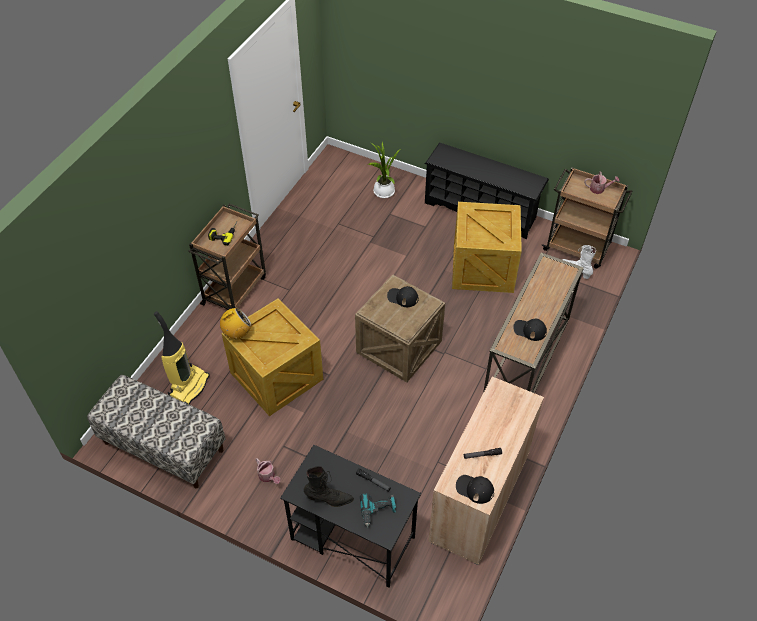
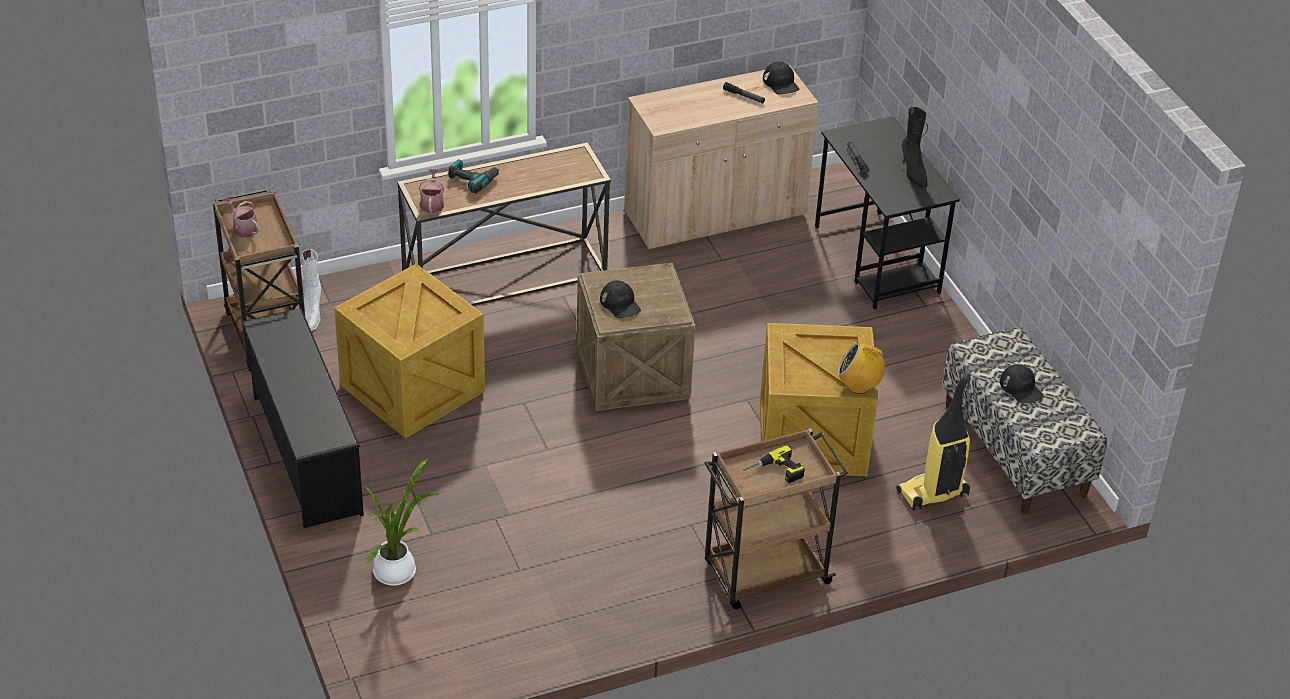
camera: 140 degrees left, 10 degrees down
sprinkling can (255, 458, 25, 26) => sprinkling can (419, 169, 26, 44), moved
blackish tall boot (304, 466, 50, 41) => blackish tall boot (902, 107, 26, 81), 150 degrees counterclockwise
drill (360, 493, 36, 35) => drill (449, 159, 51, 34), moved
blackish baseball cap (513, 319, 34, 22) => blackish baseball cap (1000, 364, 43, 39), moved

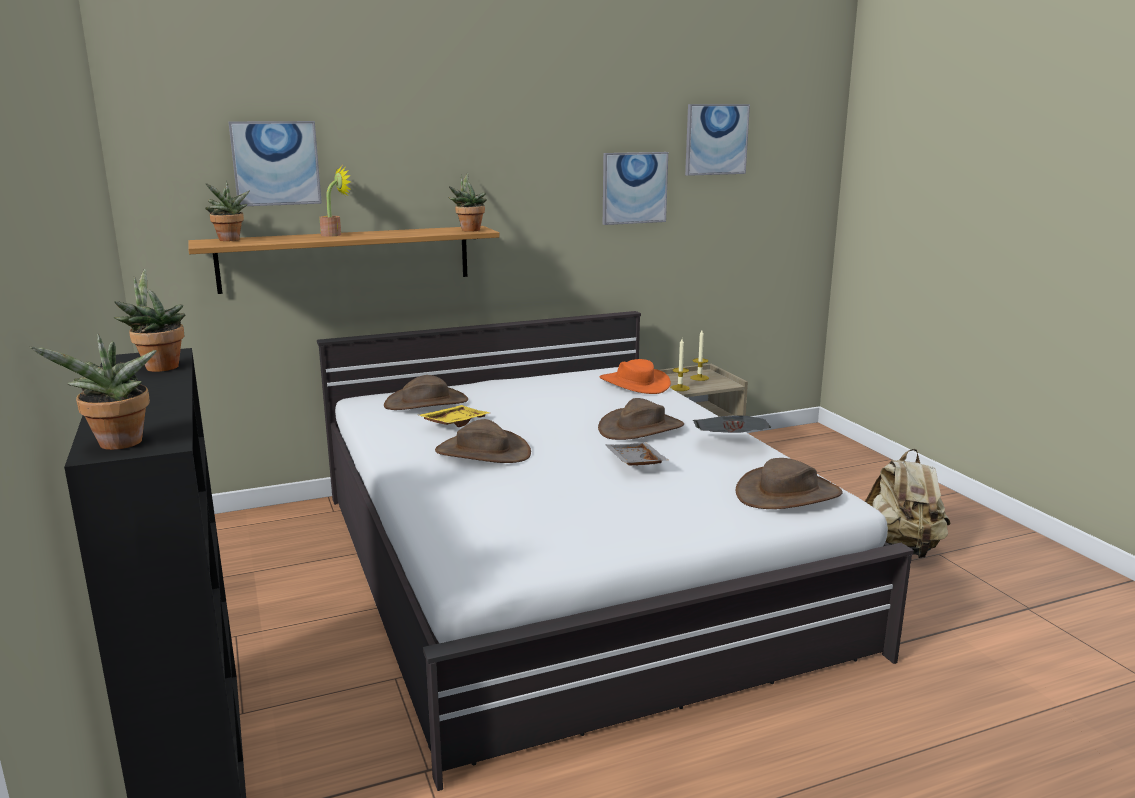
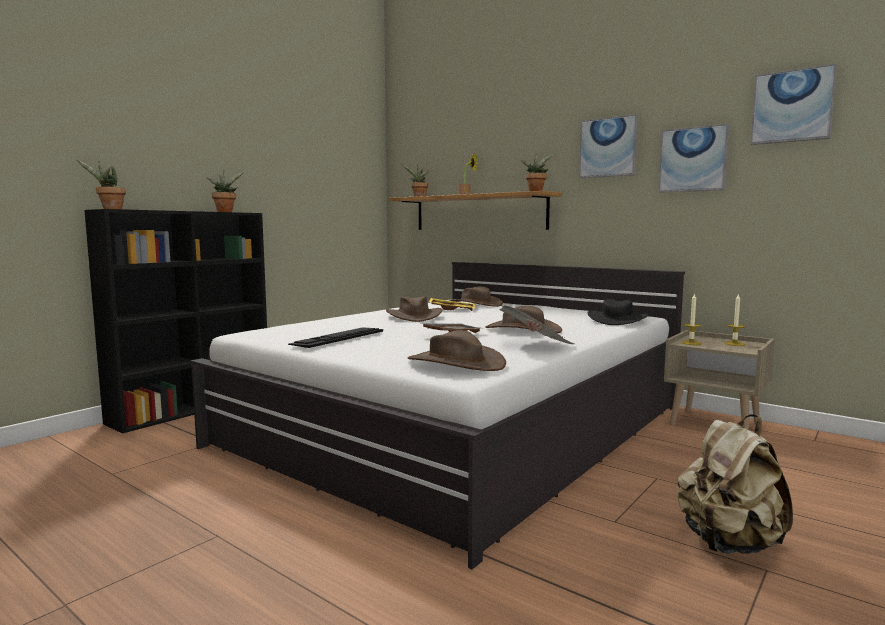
camera: 60 degrees right, 10 degrees down
wall picture (228, 121, 94, 85) => wall picture (579, 114, 59, 64), moved
orange clothing hat (600, 359, 71, 35) => blackish clothing hat (588, 299, 61, 26)
nothing => keyboard (288, 327, 95, 21)

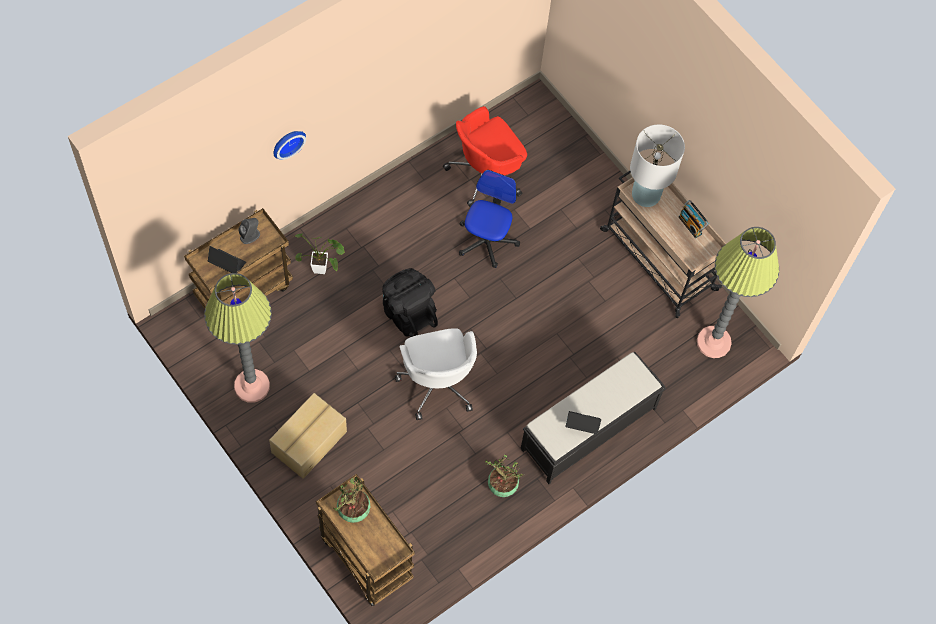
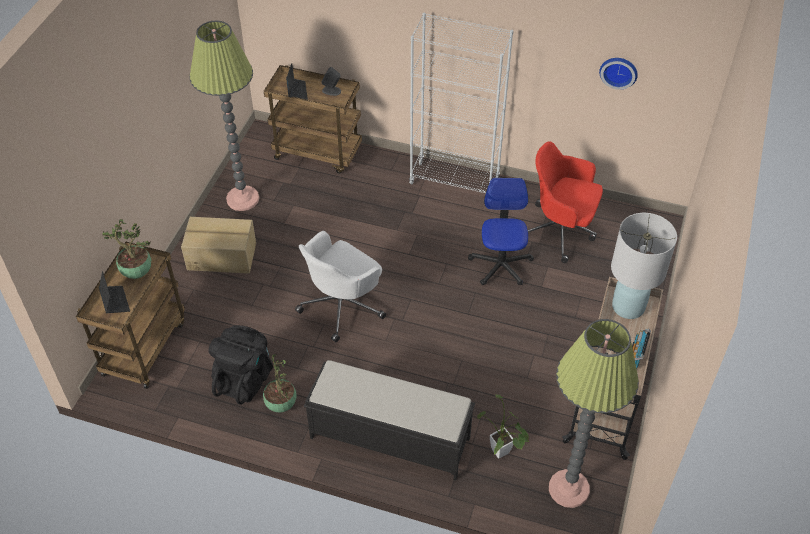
camera: 60 degrees right, 15 degrees down
clock on the wall (273, 131, 33, 29) => clock on the wall (599, 58, 39, 32), moved
houseplant (295, 234, 50, 40) => houseplant (477, 394, 52, 65), moved
blackish knapsack (382, 268, 56, 69) => blackish knapsack (208, 325, 65, 79), moved
desk chair (459, 170, 61, 98) => desk chair (468, 178, 66, 107), 75 degrees counterclockwise
laptop (565, 411, 36, 23) => laptop (99, 271, 31, 42), moved
nothing => white-coloured shelving unit (409, 13, 104, 180)

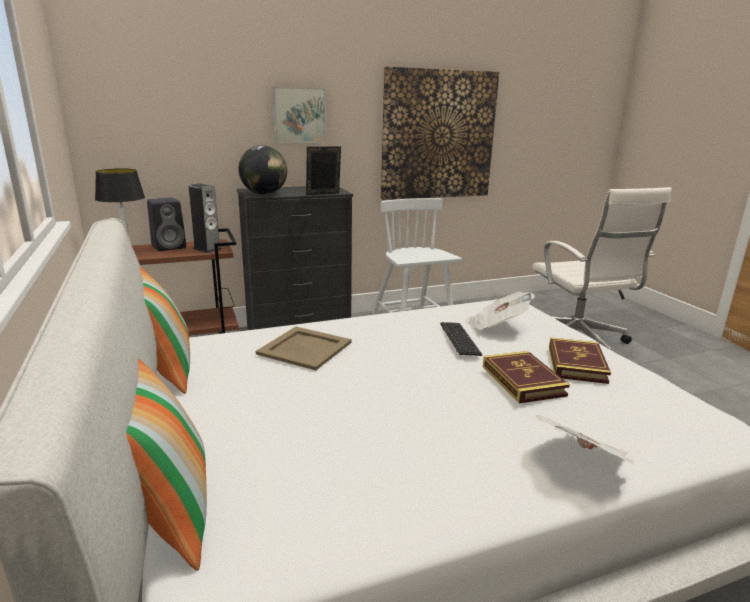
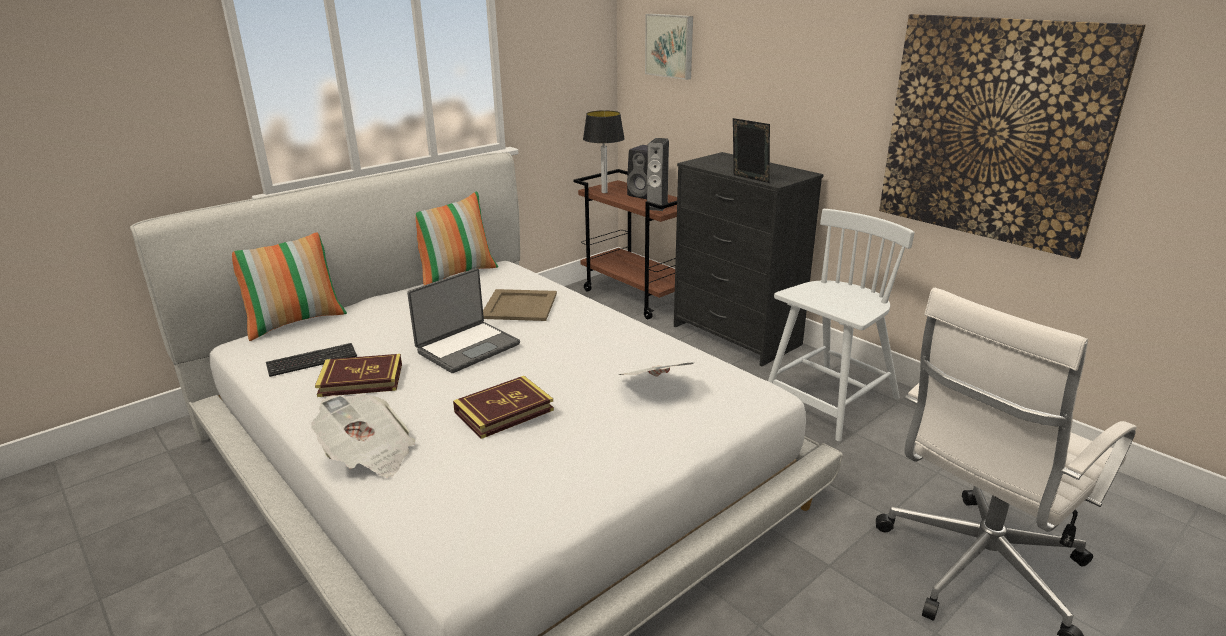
camera: 70 degrees right, 5 degrees up
globe (239, 145, 48, 50) => nothing
wall picture (272, 87, 54, 56) => wall picture (645, 14, 48, 66), moved
keyboard (440, 322, 42, 34) => keyboard (266, 343, 91, 34), moved
book (549, 337, 62, 47) => book (315, 354, 87, 43), moved
nothing => laptop (407, 268, 113, 105)

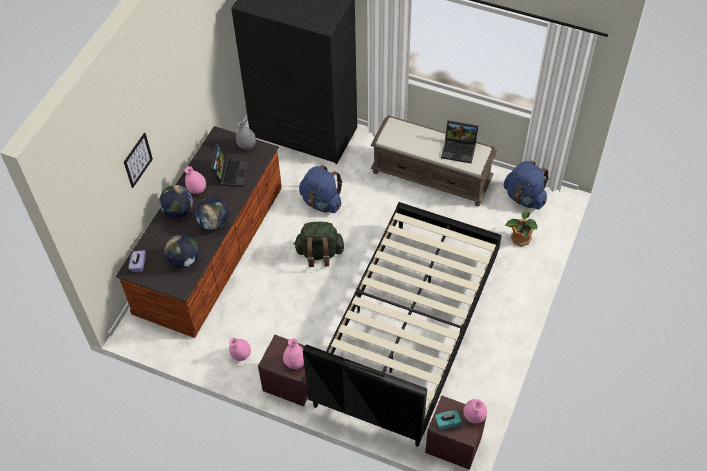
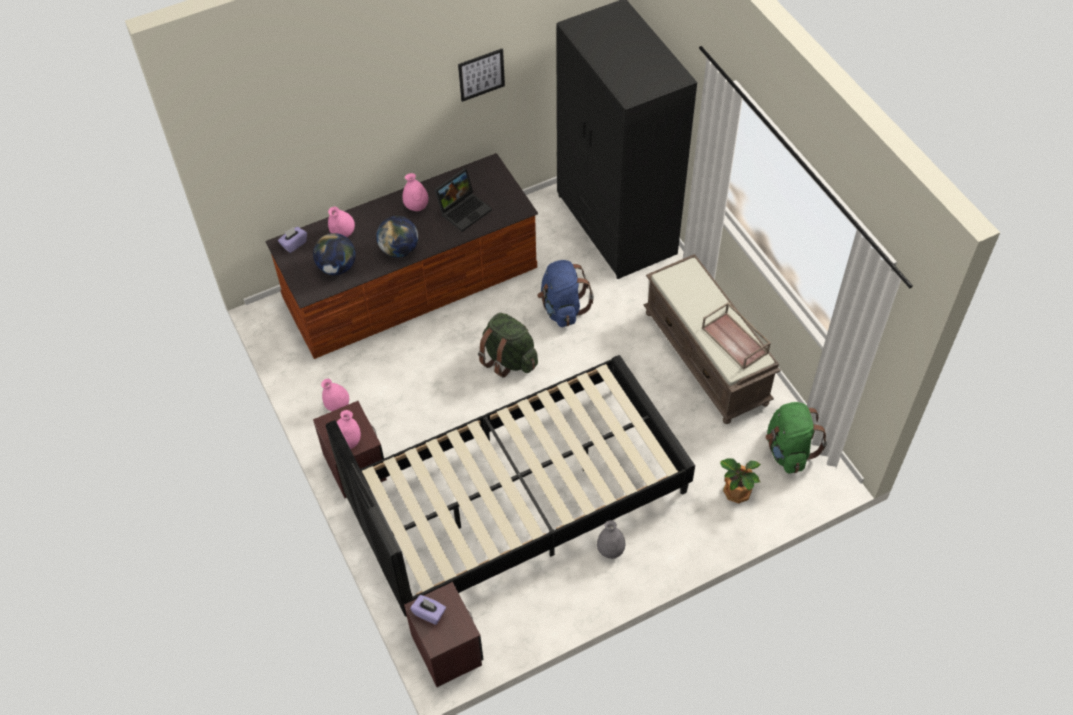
camera: 40 degrees right, 0 degrees up
wall picture (124, 133, 29, 55) => wall picture (458, 49, 47, 53), moved
globe (159, 185, 34, 33) => nothing
grey decorative vase (236, 121, 20, 28) => grey decorative vase (597, 520, 29, 39), moved
turquoise box of tissues (435, 410, 26, 20) => purple-coloured box of tissues (410, 595, 36, 30)
laptop (441, 120, 37, 43) => brown tray (702, 302, 69, 67)
pinkish decorative vase (463, 399, 24, 25) => pinkish decorative vase (328, 207, 27, 30), moved
blue knapsack (504, 161, 45, 49) => greenish knapsack (765, 402, 62, 72)

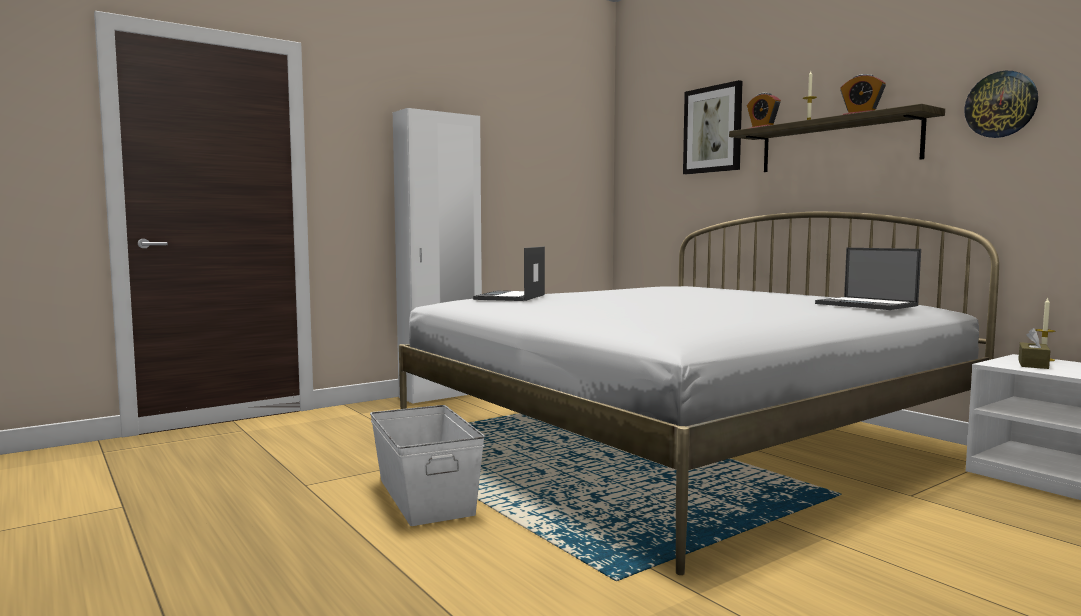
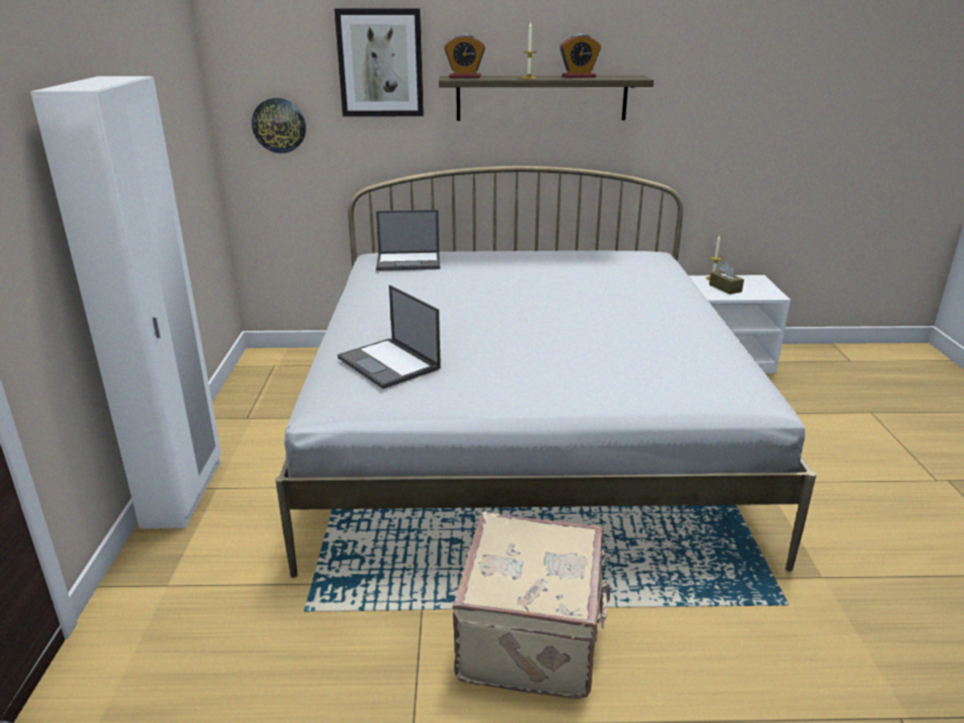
camera: 55 degrees left, 20 degrees up
white-coloured storage box (370, 405, 115, 121) => sand-coloured piece of luggage (452, 512, 158, 187)
laptop (815, 248, 106, 62) => laptop (376, 210, 64, 61), moved
clock on the wall (964, 71, 74, 67) => clock on the wall (252, 98, 54, 55), moved

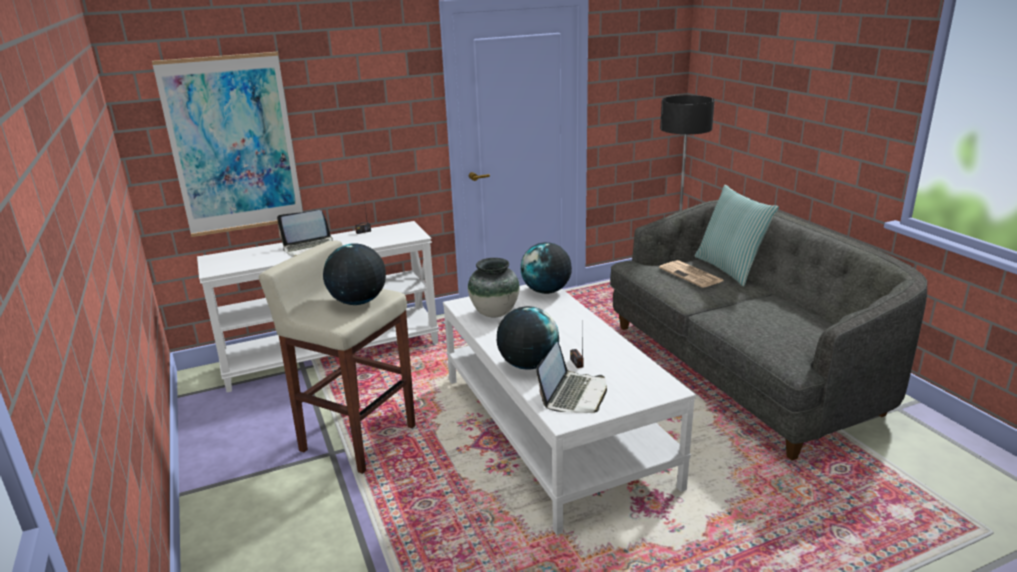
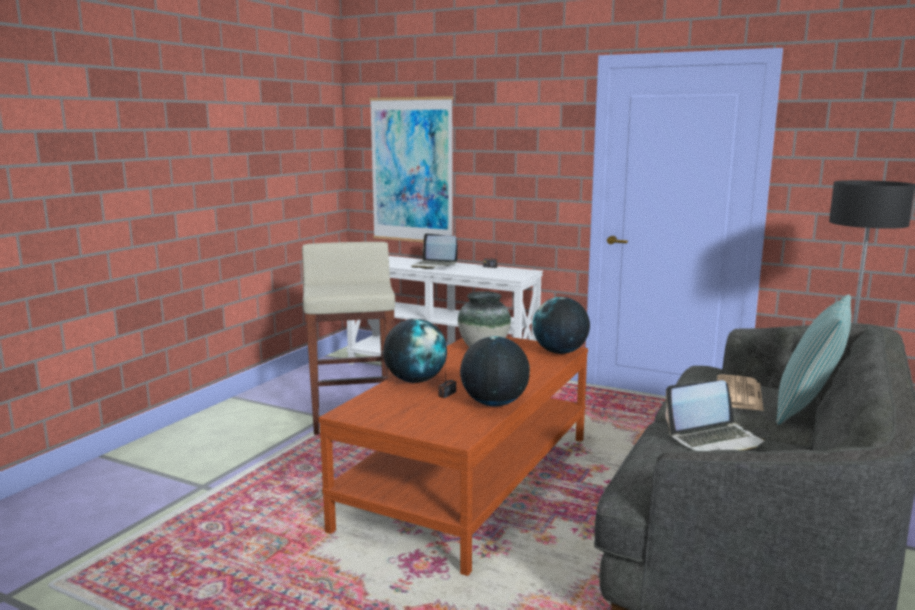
camera: 50 degrees right, 10 degrees down
globe (323, 243, 63, 62) => globe (460, 336, 70, 70), moved
white-coloured low table (443, 284, 253, 251) => brown low table (319, 337, 269, 239)
laptop (536, 342, 71, 71) => laptop (665, 380, 101, 71), moved

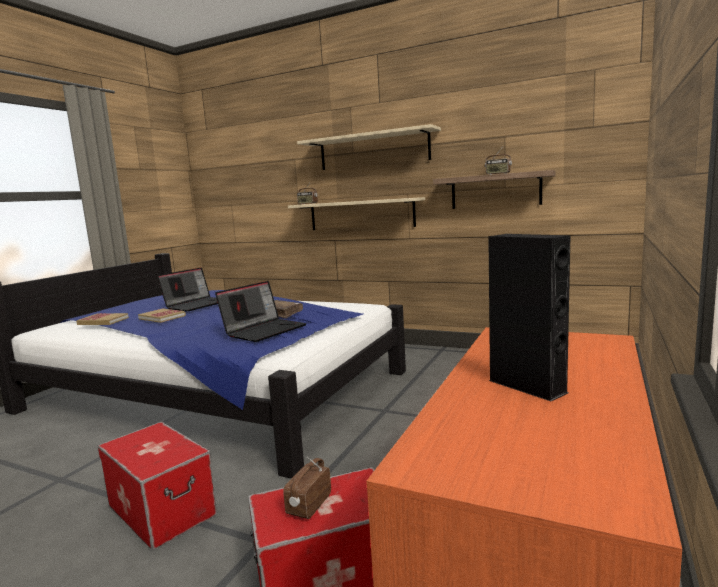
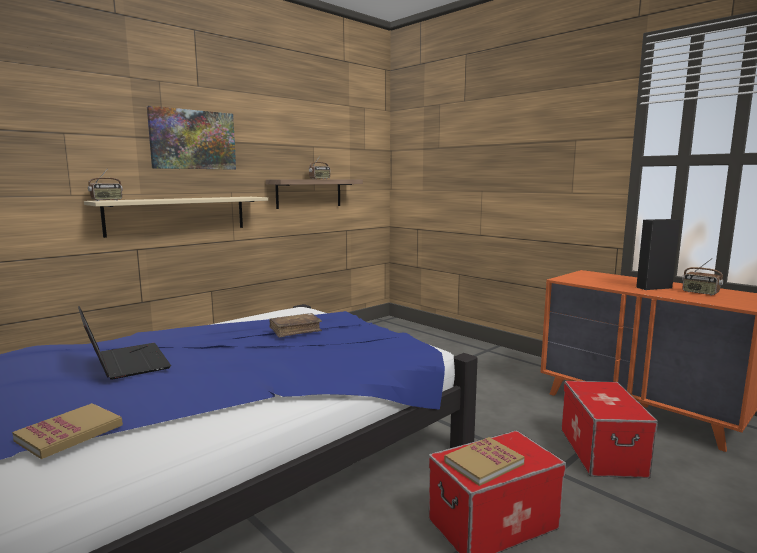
camera: 70 degrees left, 0 degrees up
book (138, 308, 48, 15) => book (444, 437, 81, 49), moved
laptop (215, 281, 92, 61) => nothing
radio set (283, 456, 48, 63) => radio set (682, 258, 41, 37), moved
sand-coloured wall shelf (297, 124, 144, 46) => wall picture (147, 106, 89, 64)

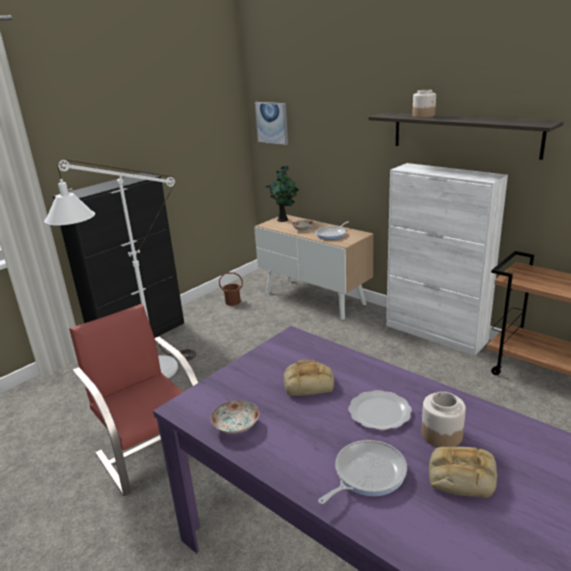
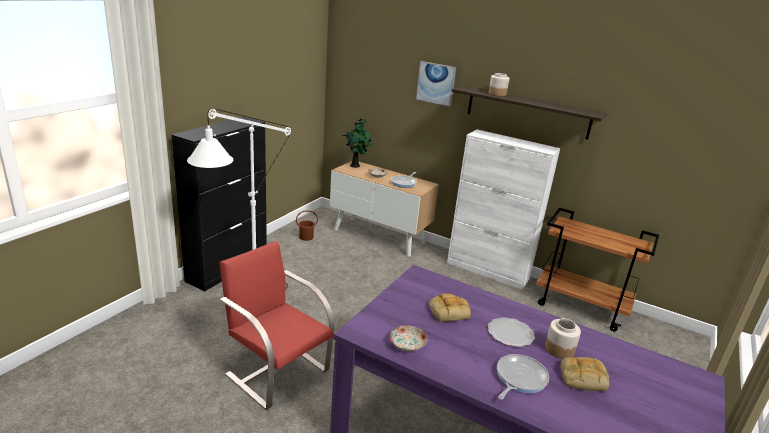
camera: 15 degrees left, 0 degrees up
wall picture (255, 102, 33, 43) => wall picture (416, 61, 40, 46), moved

